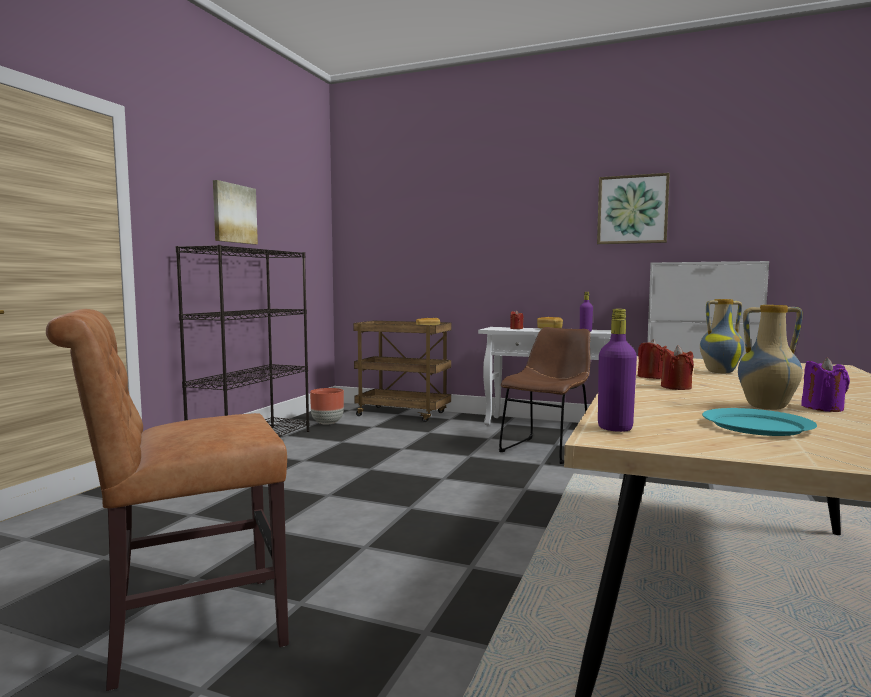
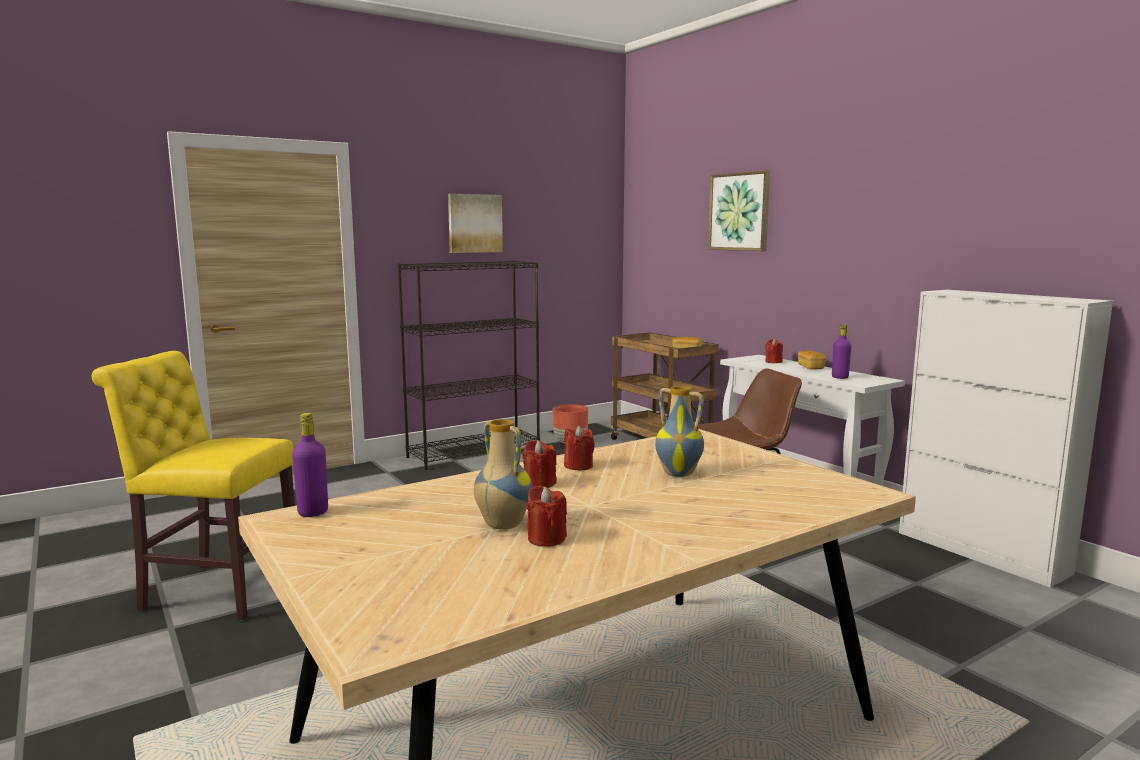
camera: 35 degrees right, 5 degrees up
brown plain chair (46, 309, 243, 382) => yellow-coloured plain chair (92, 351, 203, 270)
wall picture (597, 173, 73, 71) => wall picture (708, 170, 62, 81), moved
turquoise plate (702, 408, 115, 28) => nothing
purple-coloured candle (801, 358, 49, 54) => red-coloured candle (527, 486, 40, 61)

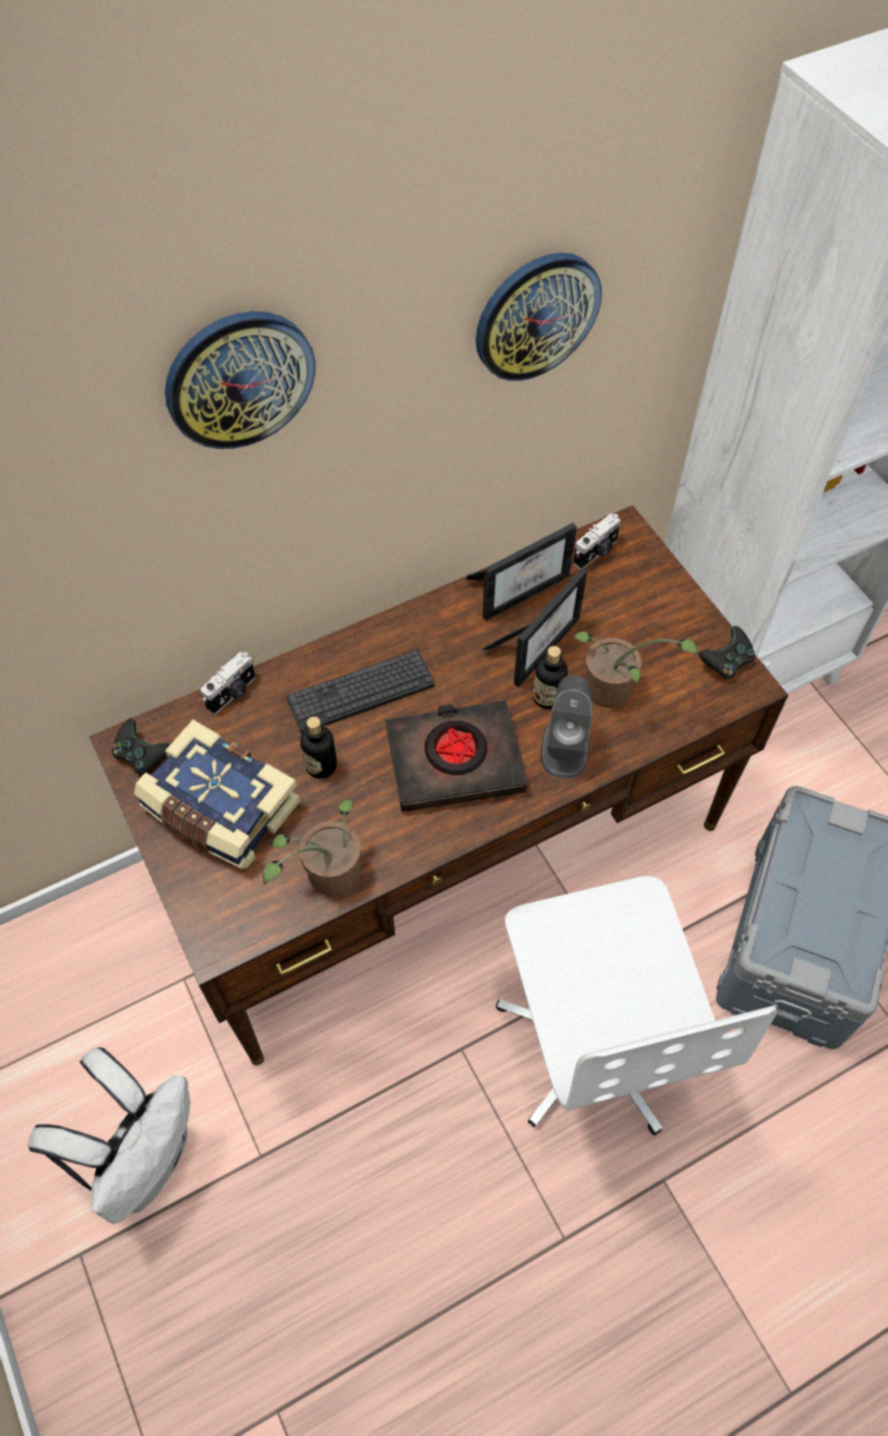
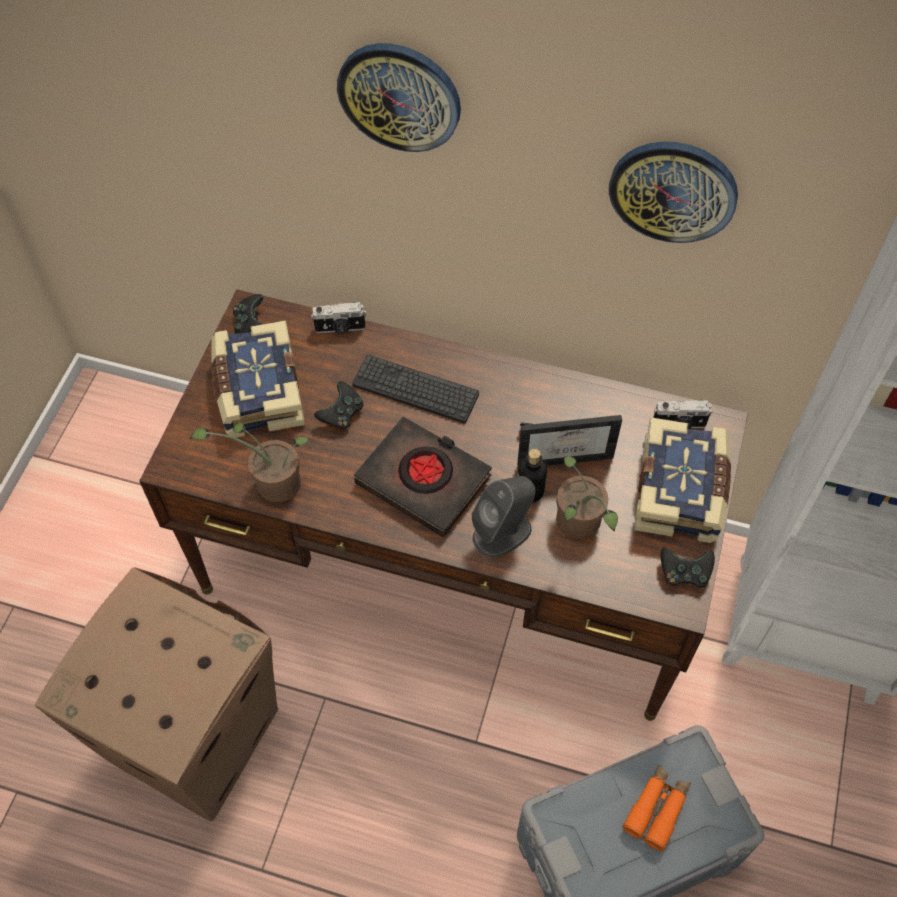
camera: 45 degrees right, 0 degrees up
white-coloured knapsack (28, 1047, 162, 177) => nothing
beverage bottle (300, 717, 37, 61) => blackish game controller (314, 381, 50, 48)
photo frame (466, 523, 111, 98) => nothing
white-coloured desk chair (496, 876, 281, 259) => nothing
nothing => carton (34, 567, 244, 254)
nothing => orange binoculars (622, 765, 69, 86)
nothing => book (634, 417, 97, 126)

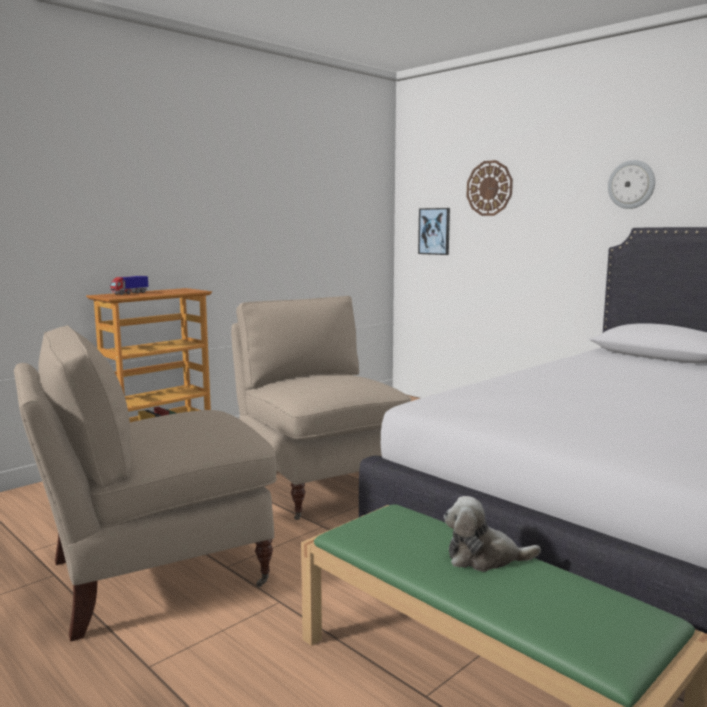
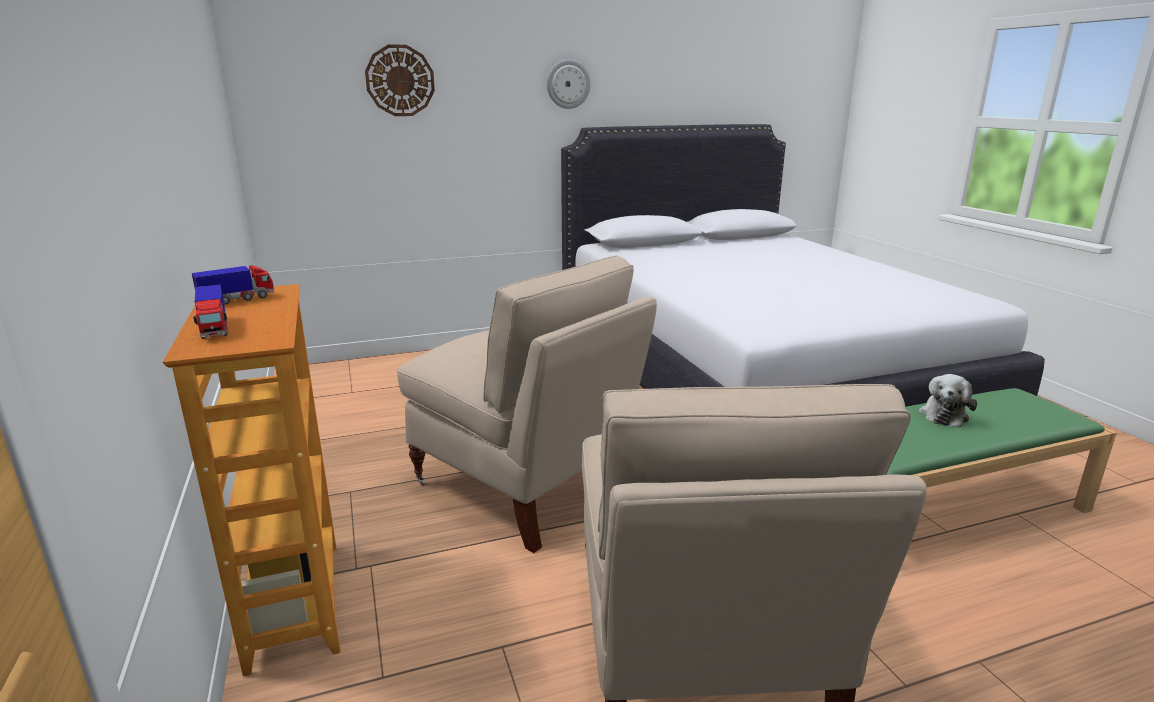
camera: 65 degrees left, 10 degrees up
sand-coloured plain chair (231, 296, 180, 224) => sand-coloured plain chair (396, 255, 261, 298), 135 degrees counterclockwise
wall picture (418, 208, 32, 47) => nothing
nothing => model truck (192, 265, 82, 40)

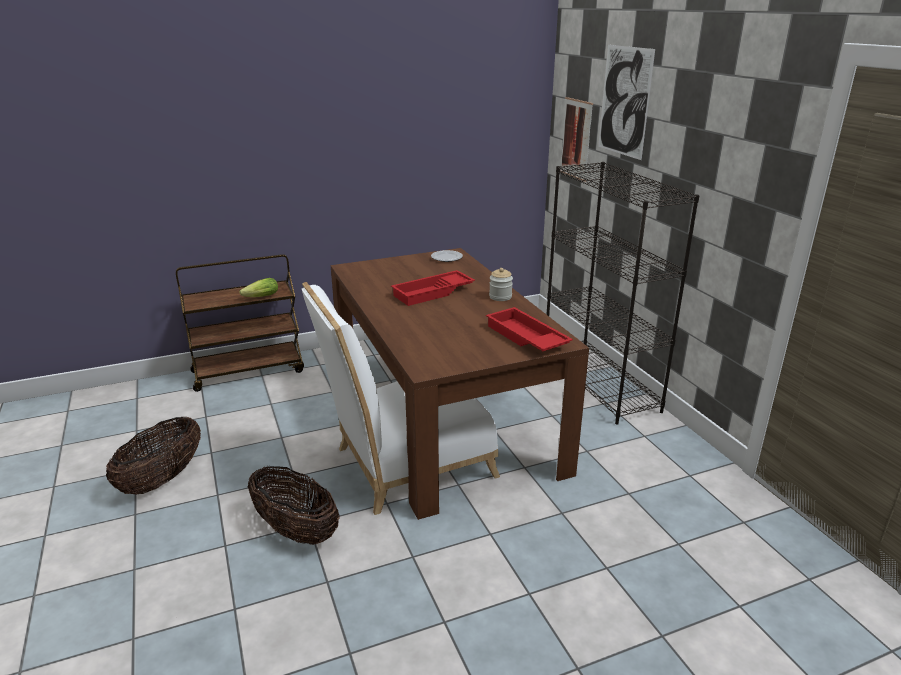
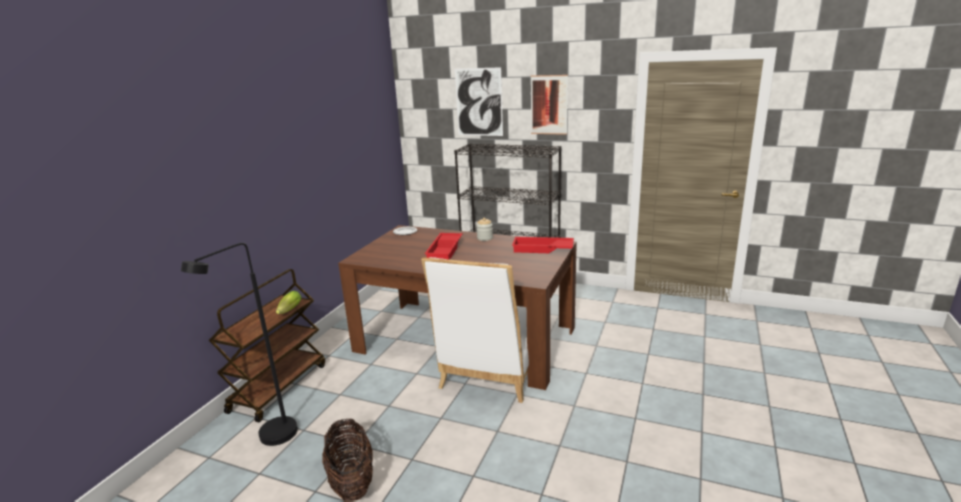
camera: 45 degrees left, 5 degrees down
household basket (247, 466, 93, 79) => nothing
wall picture (560, 97, 33, 85) => wall picture (531, 75, 37, 60), moved
nothing => blackish standard lamp (181, 243, 117, 203)

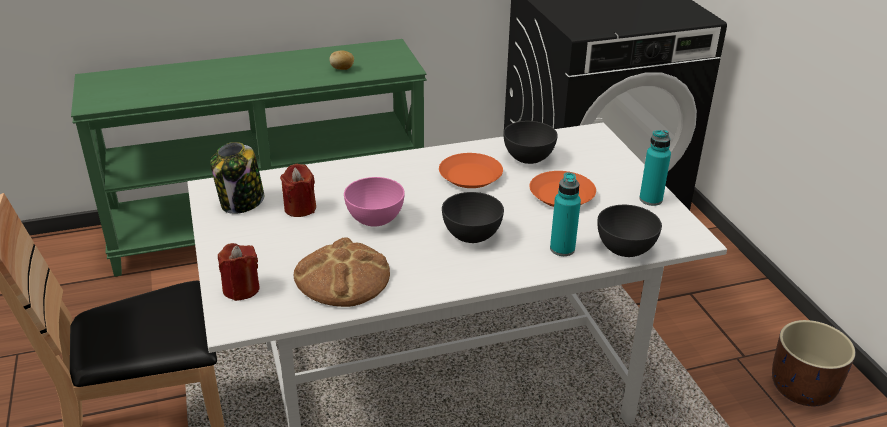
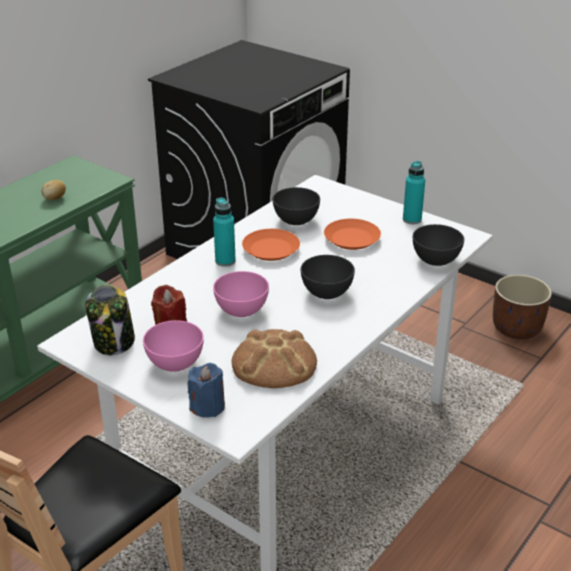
camera: 35 degrees left, 0 degrees up
red-coloured candle (218, 243, 42, 58) => blue candle (188, 363, 37, 55)
turquoise beverage bottle (550, 172, 31, 84) => turquoise beverage bottle (213, 197, 23, 70), moved
nothing => pinkish deep dish (143, 320, 61, 52)

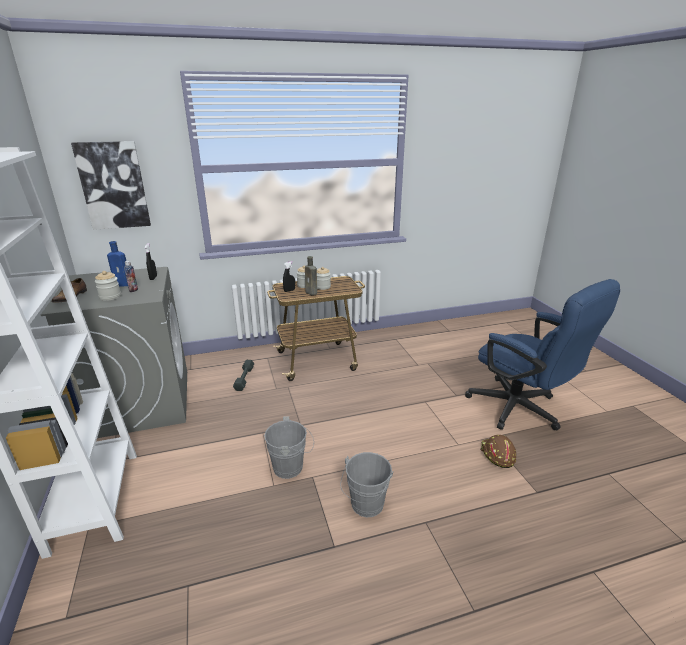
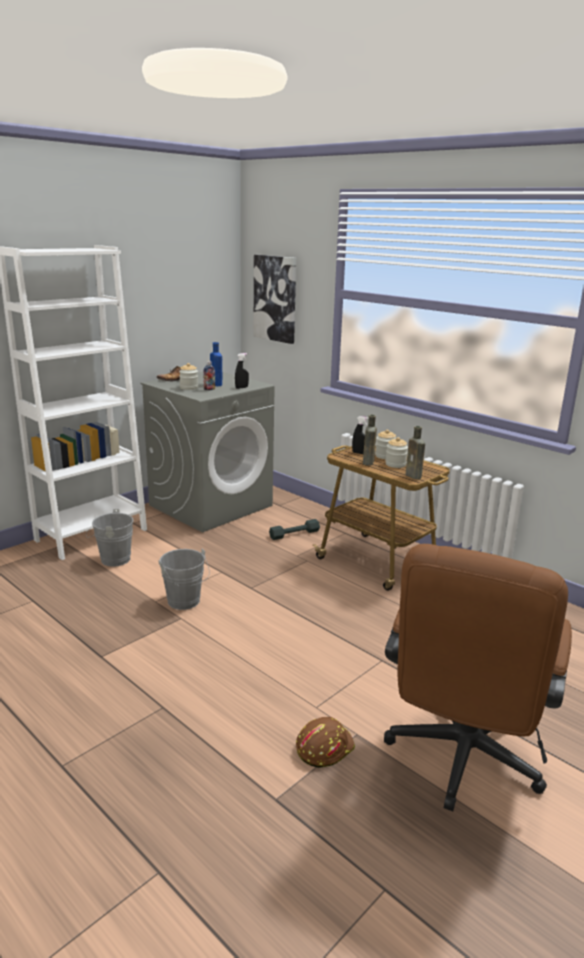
camera: 60 degrees right, 5 degrees down
grey water bucket (340, 452, 53, 65) => grey water bucket (86, 509, 47, 58), moved
blue desk chair (465, 279, 155, 151) => brown desk chair (384, 544, 188, 267)
nothing => brown beverage bottle (406, 426, 19, 53)

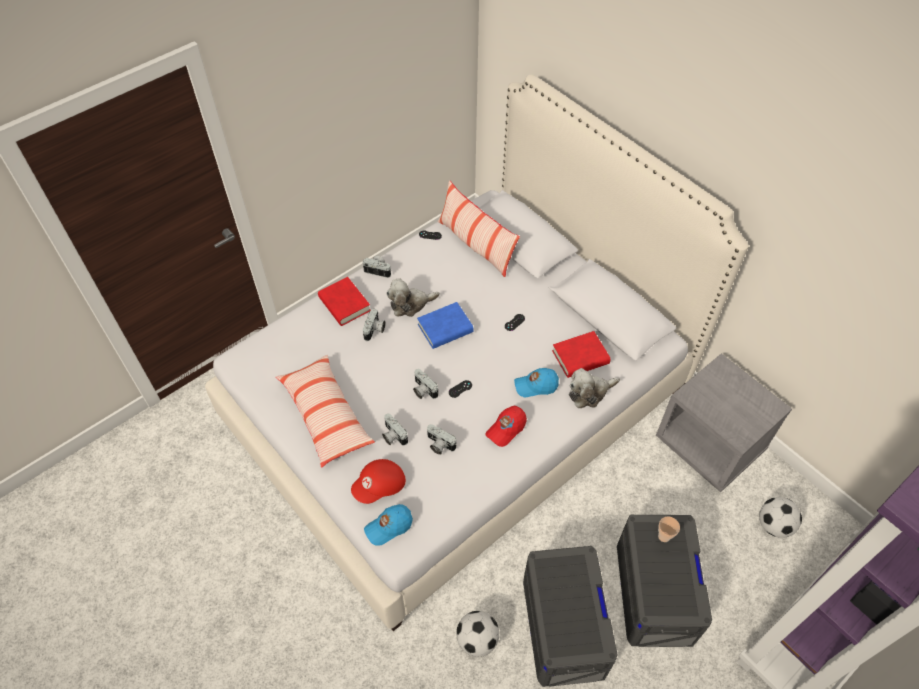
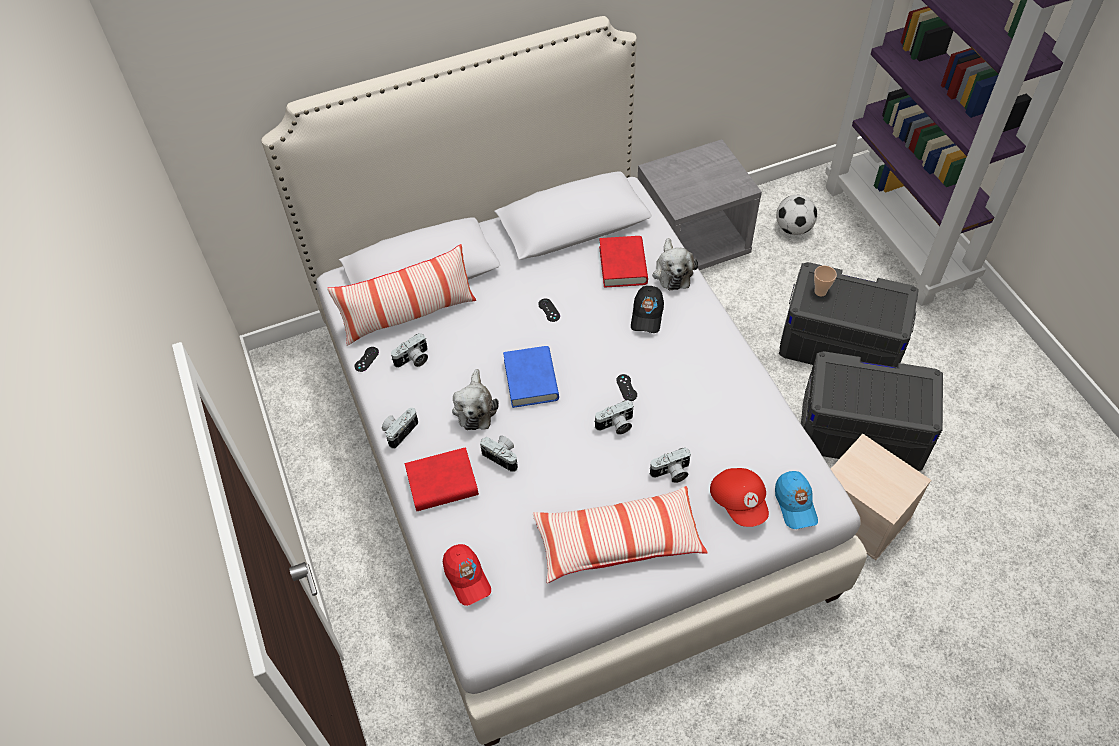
camera: 70 degrees left, 0 degrees up
still camera (427, 424, 29, 31) => still camera (391, 333, 37, 35), moved
football (456, 611, 43, 46) => sand-coloured storage box (831, 434, 100, 126)
red-coloured baseball cap (486, 406, 41, 41) => red-coloured baseball cap (443, 544, 48, 62), moved
blue baseball cap (514, 368, 45, 29) => blackish baseball cap (631, 286, 33, 47)

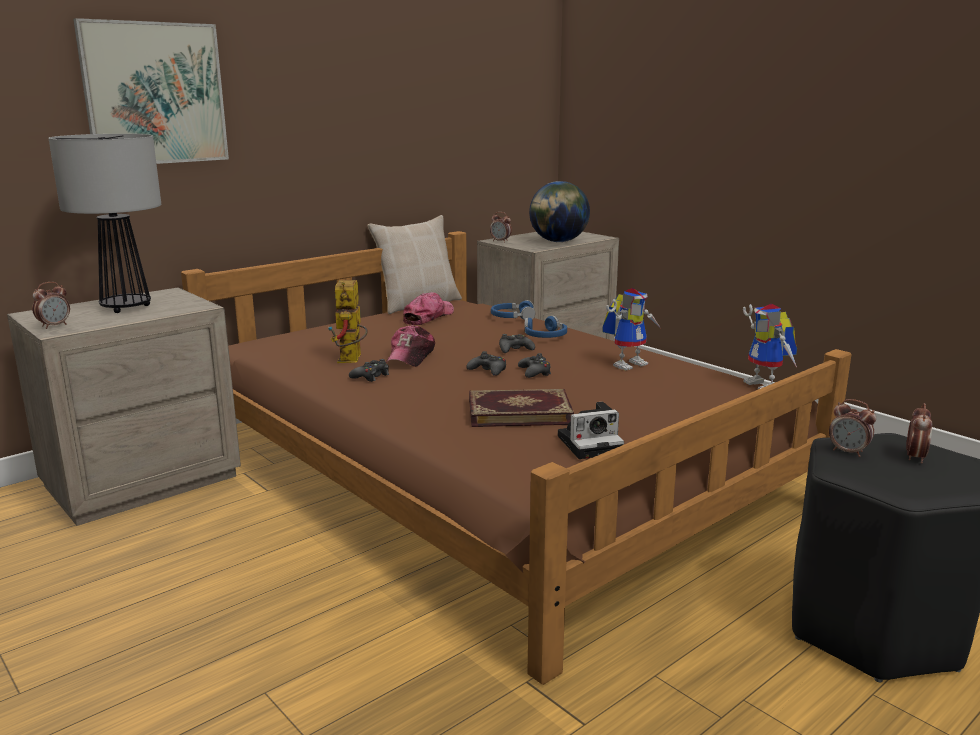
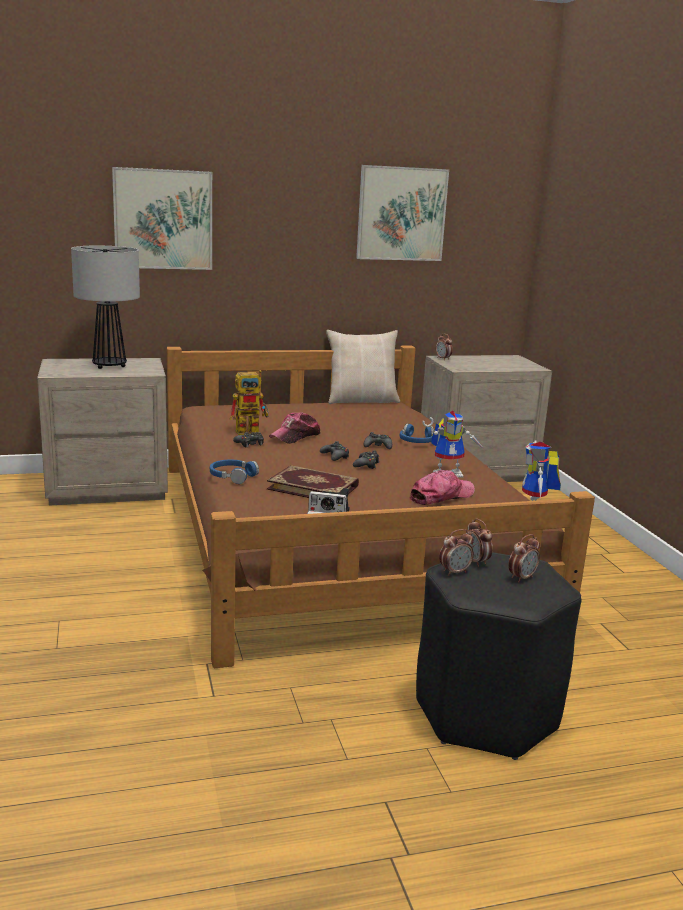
camera: 25 degrees right, 0 degrees up
alarm clock (32, 282, 38, 47) => alarm clock (439, 529, 35, 47), moved
toy robot (328, 280, 40, 83) => toy robot (229, 370, 40, 65), 135 degrees counterclockwise
baseball cap (403, 292, 51, 33) => baseball cap (409, 470, 66, 35), moved
blue headset (491, 300, 44, 20) => blue headset (210, 460, 49, 24), moved
globe (529, 181, 61, 61) => nothing
nothing => wall picture (356, 165, 93, 96)

